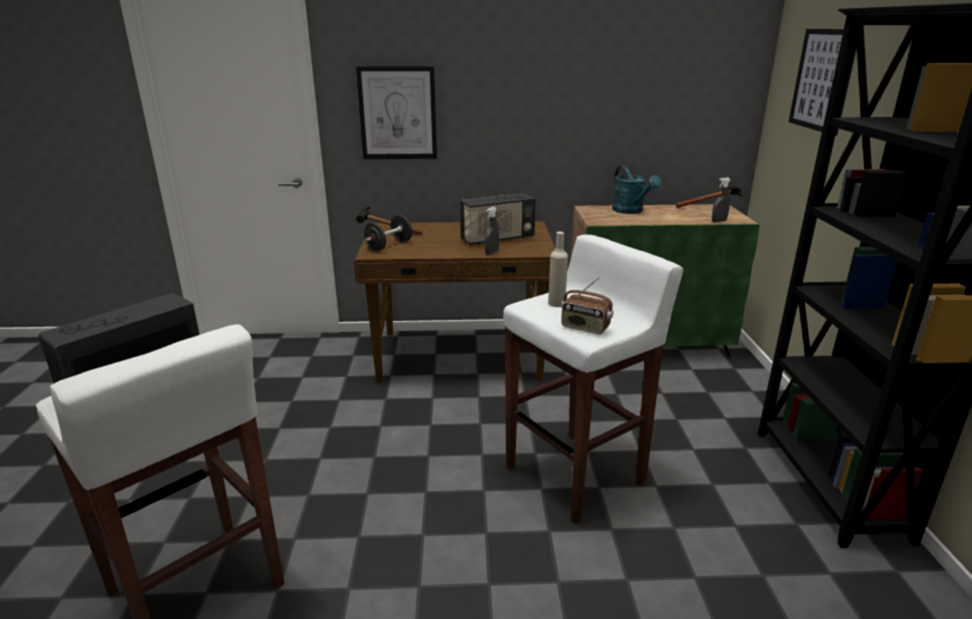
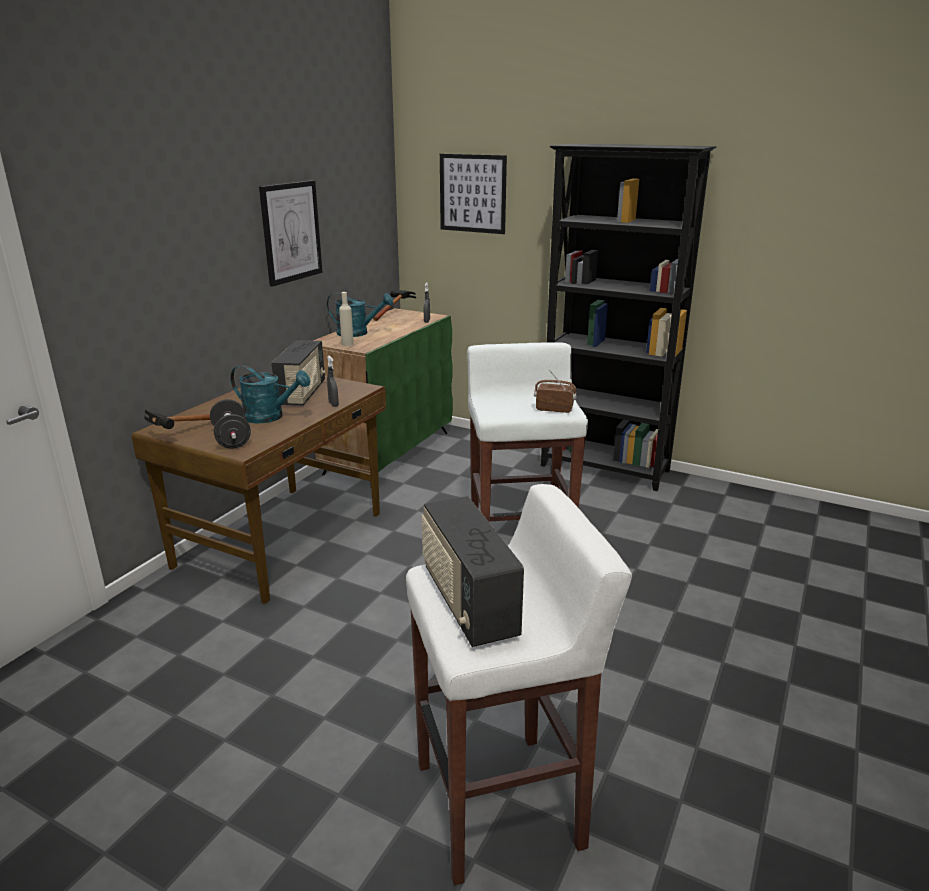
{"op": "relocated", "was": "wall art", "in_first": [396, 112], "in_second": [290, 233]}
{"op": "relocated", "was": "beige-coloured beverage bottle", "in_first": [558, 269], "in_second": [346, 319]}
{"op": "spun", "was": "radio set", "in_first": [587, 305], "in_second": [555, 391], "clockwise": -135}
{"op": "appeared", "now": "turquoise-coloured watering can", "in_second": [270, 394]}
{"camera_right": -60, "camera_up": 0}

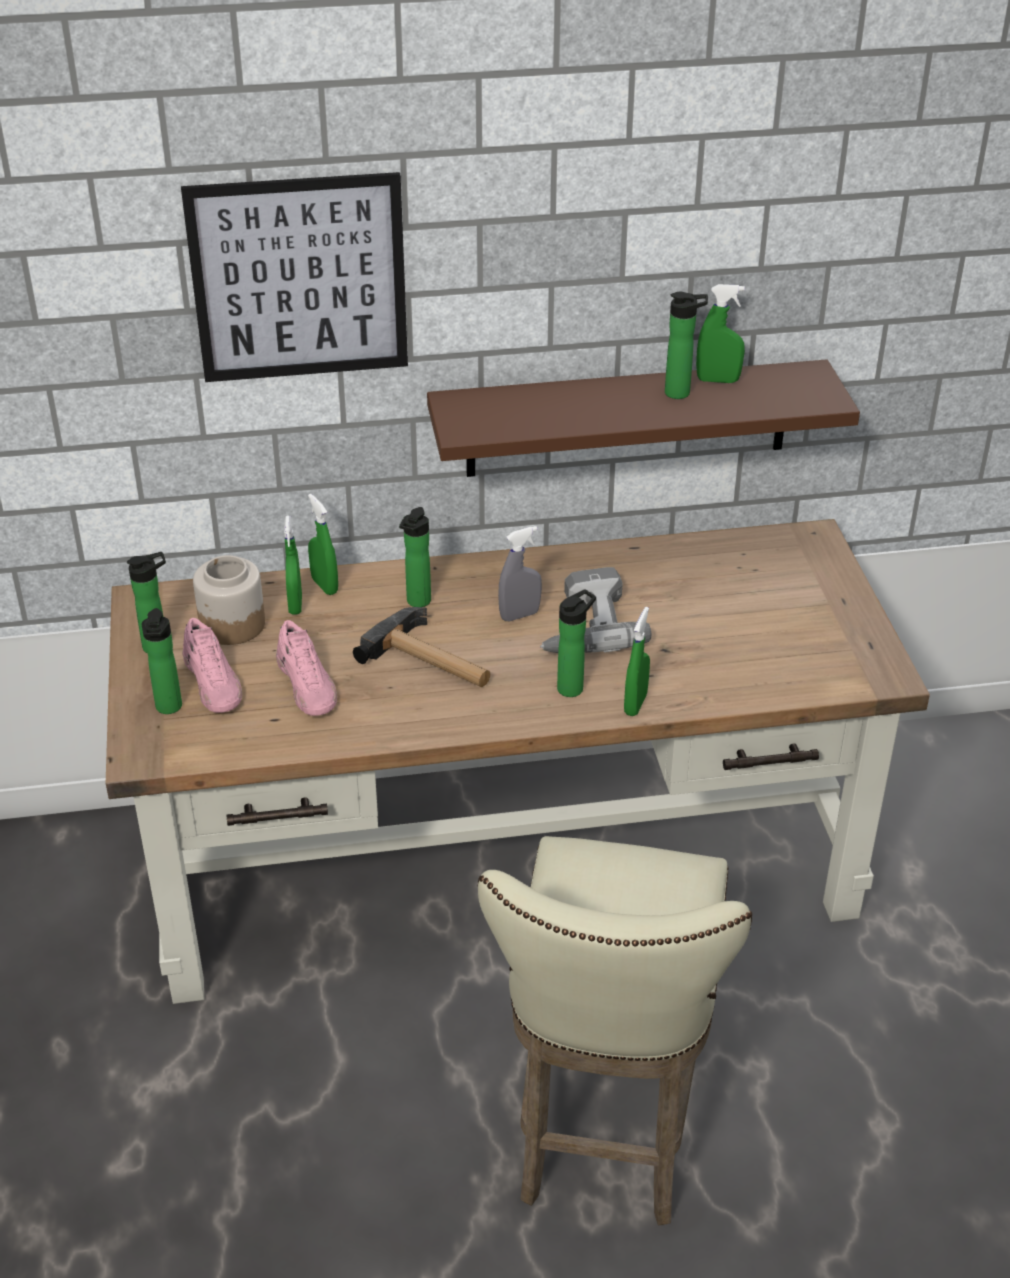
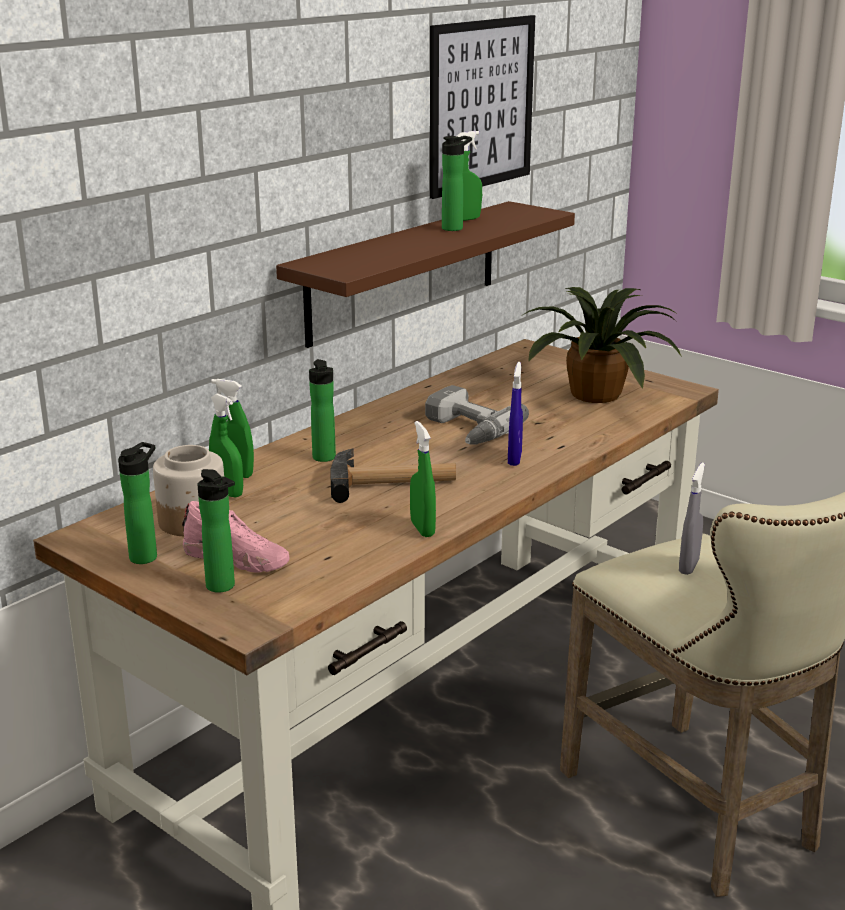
{"op": "relocated", "was": "wall art", "in_first": [294, 277], "in_second": [482, 107]}
{"op": "relocated", "was": "gray spray bottle", "in_first": [520, 573], "in_second": [692, 519]}
{"op": "exchanged", "was": "beverage bottle", "now": "blue spray bottle", "in_first": [576, 643], "in_second": [515, 414]}
{"op": "relocated", "was": "green spray bottle", "in_first": [637, 661], "in_second": [423, 479]}
{"op": "missing", "was": "pink low shoe", "in_first": [306, 668]}
{"op": "appeared", "now": "potted plant", "in_second": [602, 345]}
{"camera_right": -40, "camera_up": -15}

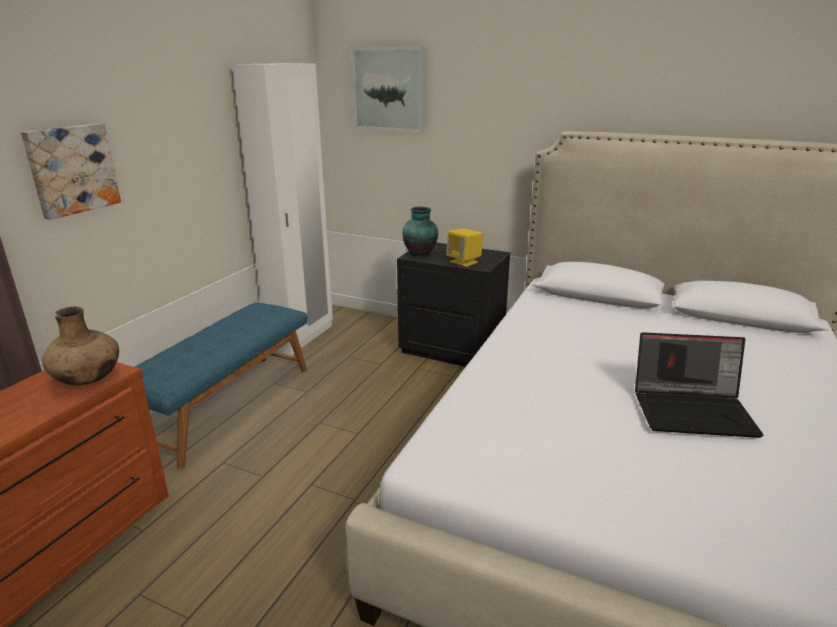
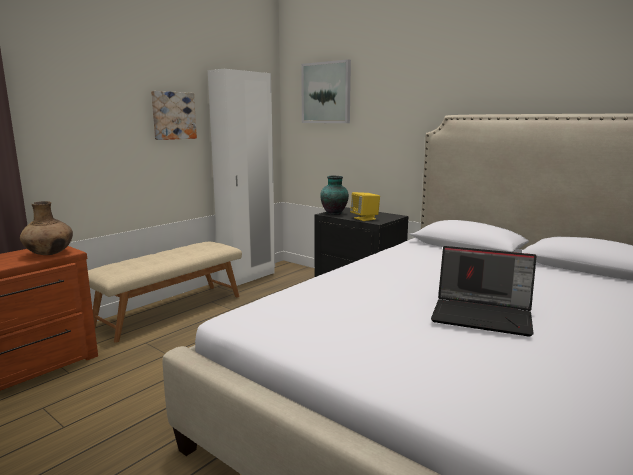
{"op": "relocated", "was": "wall art", "in_first": [71, 171], "in_second": [174, 115]}
{"op": "colour", "was": "blue long seat", "now": "beige-coloured long seat", "in_first": [221, 385], "in_second": [165, 292]}
{"camera_right": 15, "camera_up": -10}

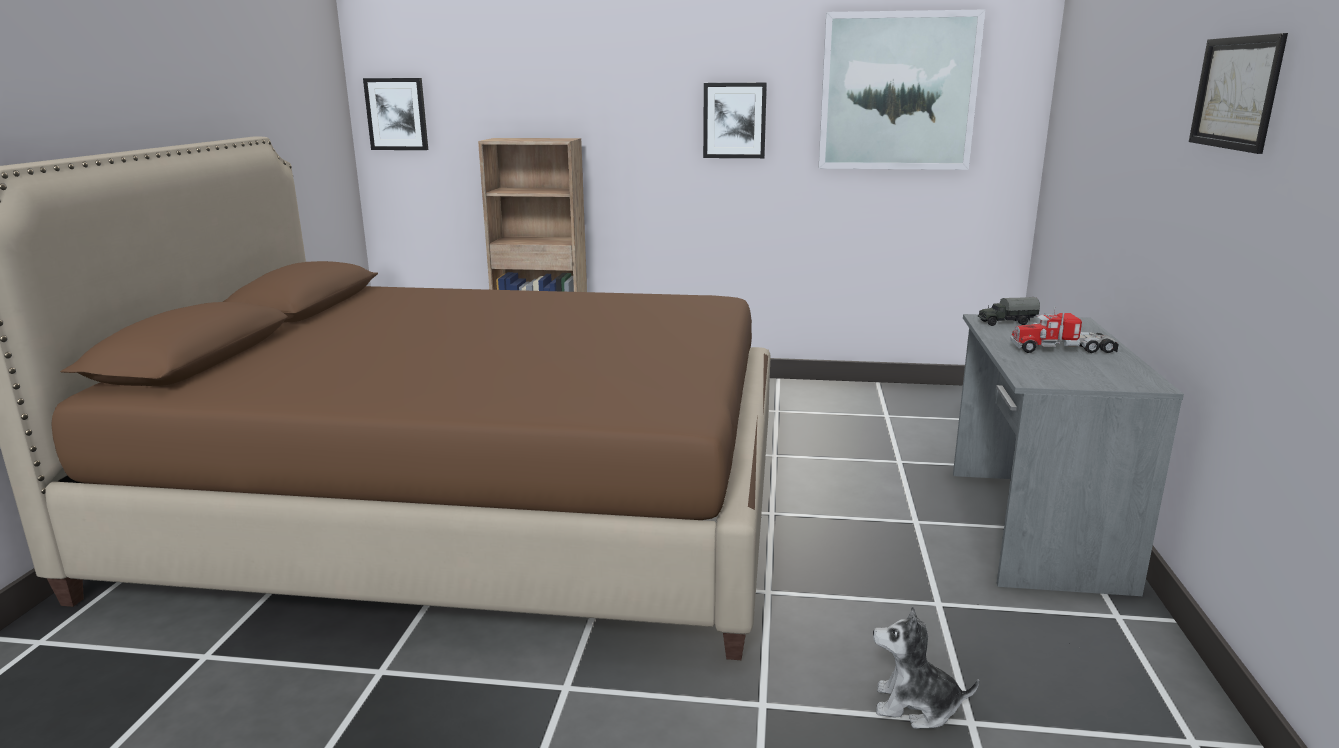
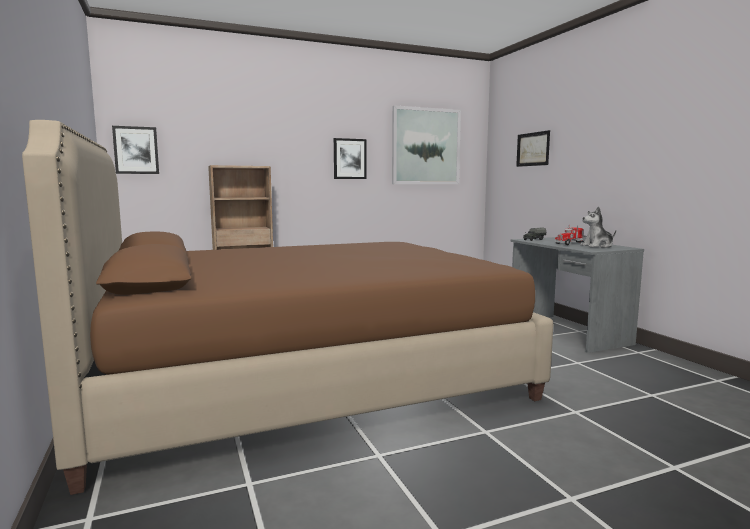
{"op": "relocated", "was": "wall art", "in_first": [1238, 93], "in_second": [533, 148]}
{"op": "relocated", "was": "soft toy", "in_first": [926, 667], "in_second": [598, 227]}
{"camera_right": -30, "camera_up": -10}

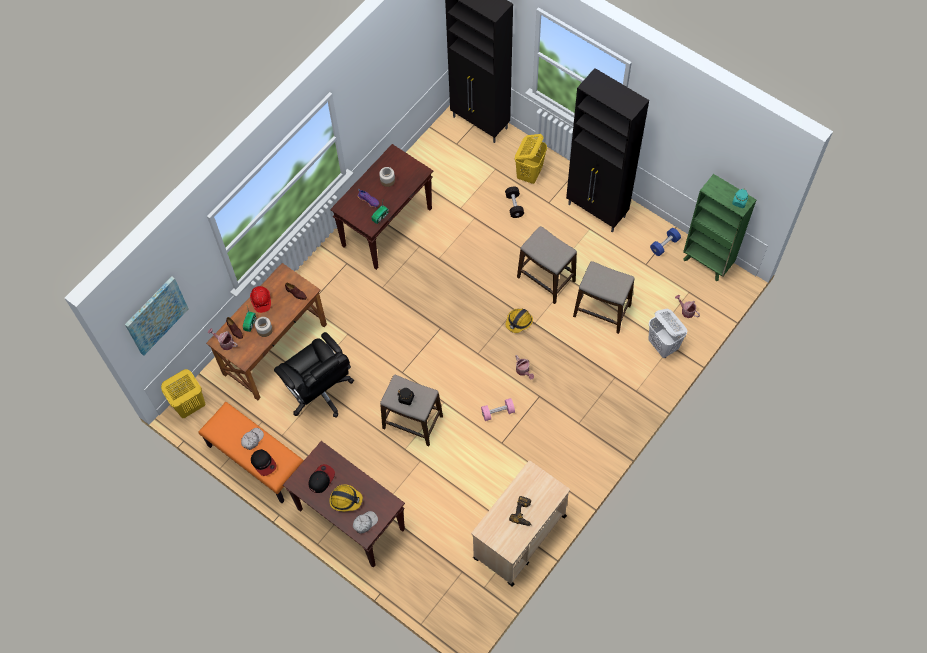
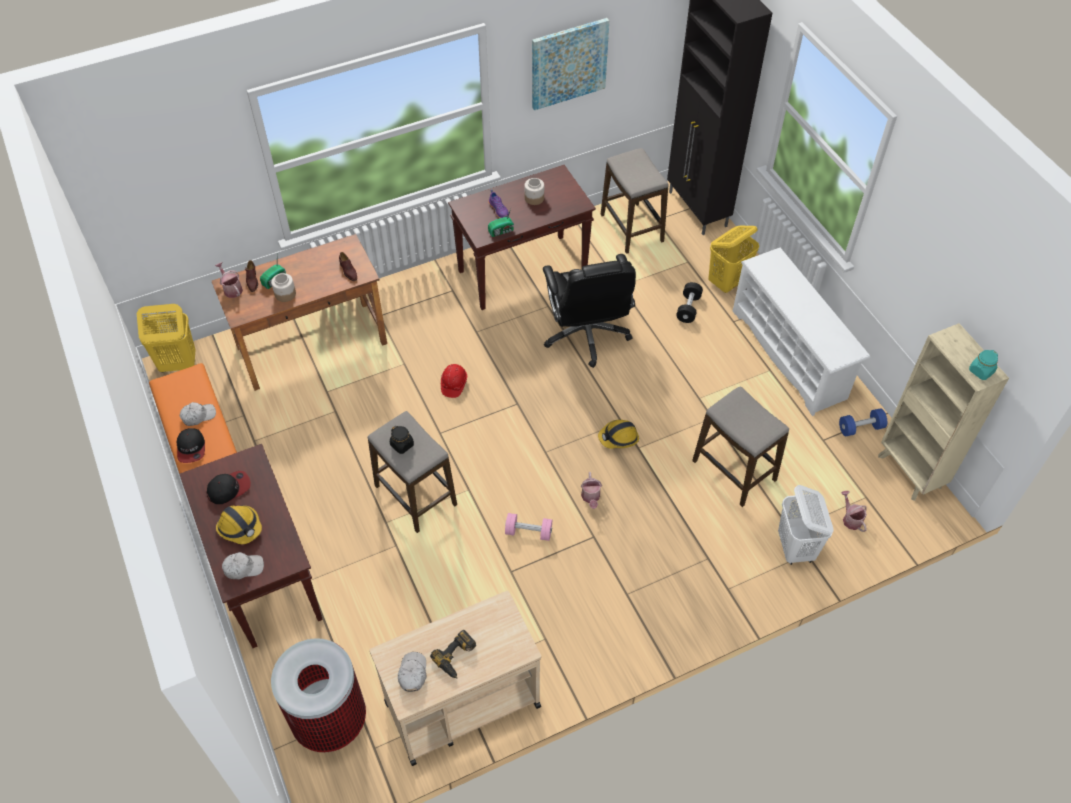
{"op": "exchanged", "was": "black-coloured cupboard", "now": "whitish shoe rack", "in_first": [607, 150], "in_second": [801, 332]}
{"op": "colour", "was": "green shelving unit", "now": "beige-coloured shelving unit", "in_first": [719, 227], "in_second": [943, 412]}
{"op": "relocated", "was": "stool seat", "in_first": [547, 265], "in_second": [634, 201]}
{"op": "relocated", "was": "wall art", "in_first": [156, 316], "in_second": [570, 64]}
{"op": "relocated", "was": "red hard hat", "in_first": [260, 299], "in_second": [454, 381]}
{"op": "relocated", "was": "black-coloured desk chair", "in_first": [314, 375], "in_second": [589, 311]}
{"op": "appeared", "now": "rubbish bin", "in_second": [318, 695]}
{"op": "appeared", "now": "whitish baseball cap", "in_second": [412, 672]}
{"camera_right": 25, "camera_up": -10}

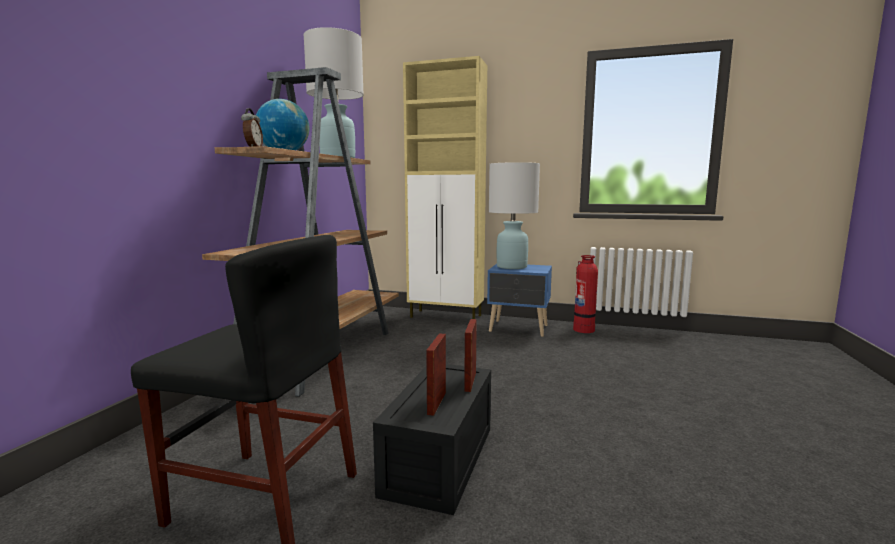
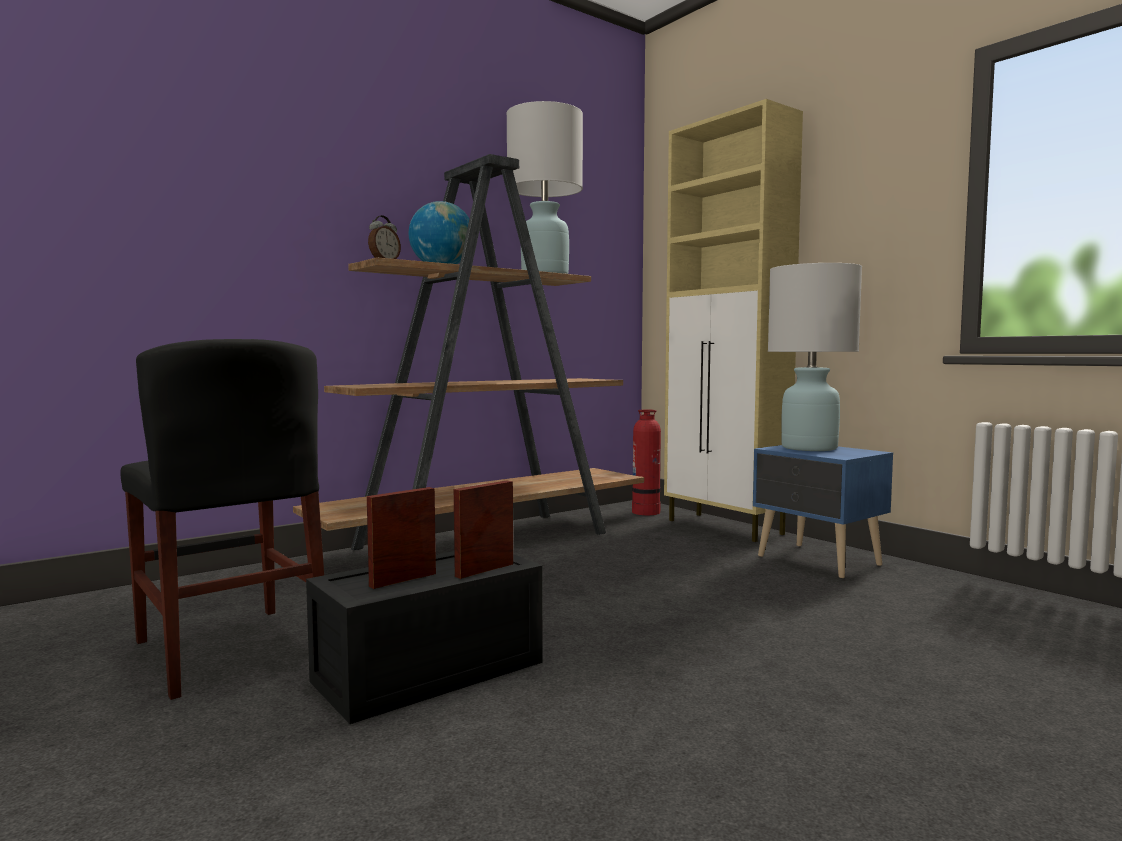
{"op": "relocated", "was": "fire extinguisher", "in_first": [585, 294], "in_second": [646, 462]}
{"camera_right": 35, "camera_up": -5}

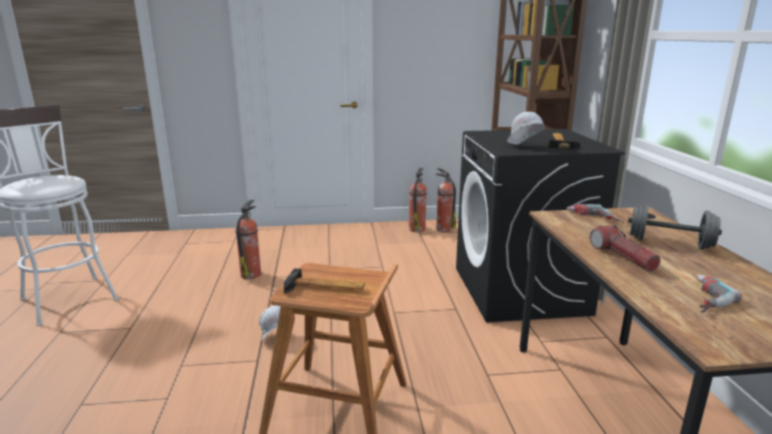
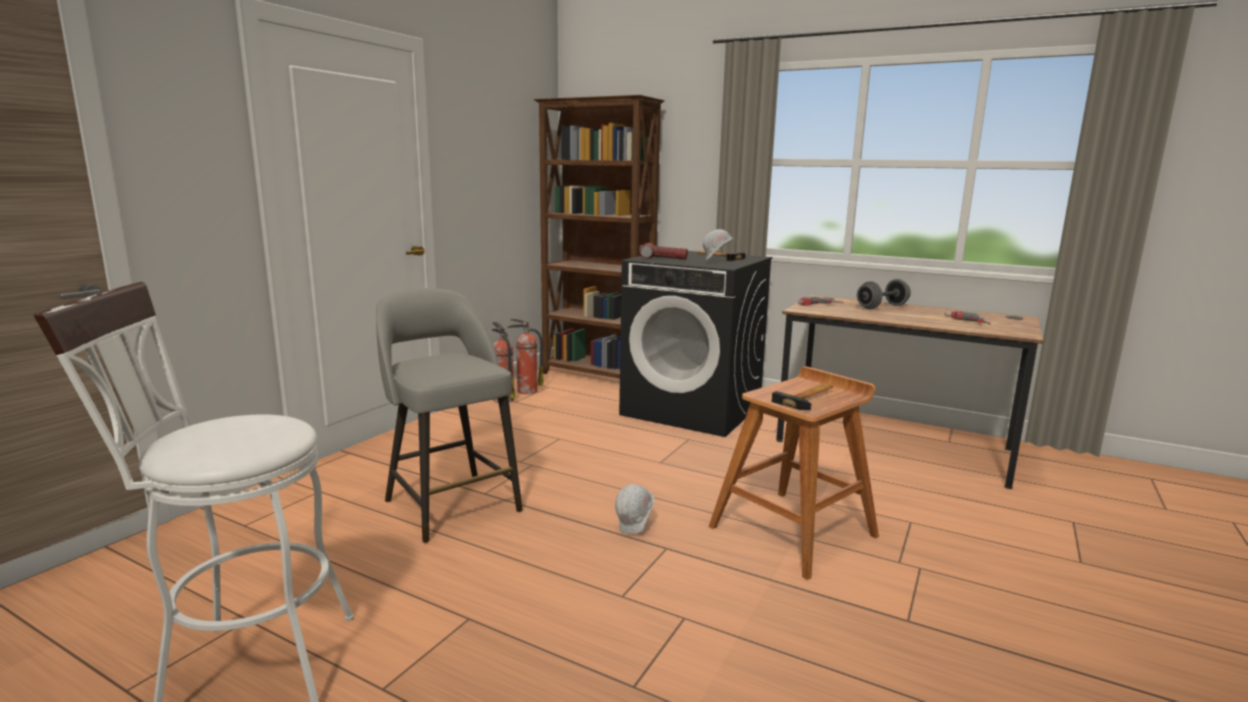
{"op": "exchanged", "was": "fire extinguisher", "now": "gray stool seat", "in_first": [248, 239], "in_second": [449, 415]}
{"op": "relocated", "was": "hand torch", "in_first": [625, 248], "in_second": [663, 251]}
{"camera_right": -55, "camera_up": -5}

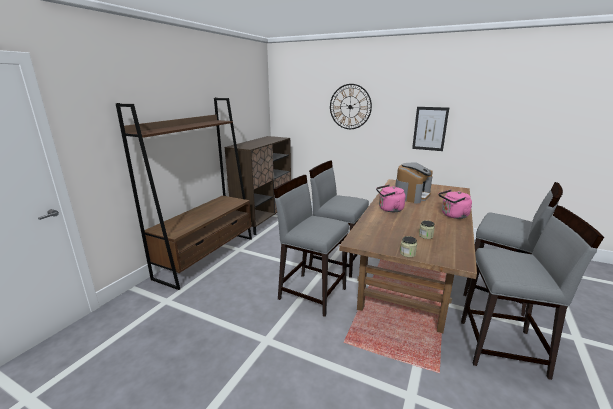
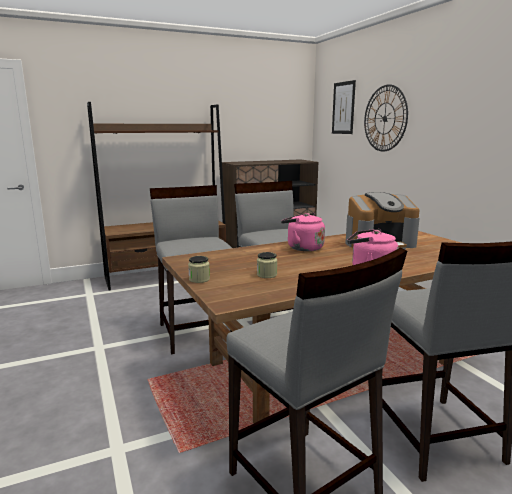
{"op": "relocated", "was": "wall art", "in_first": [430, 129], "in_second": [344, 107]}
{"camera_right": 40, "camera_up": -5}

